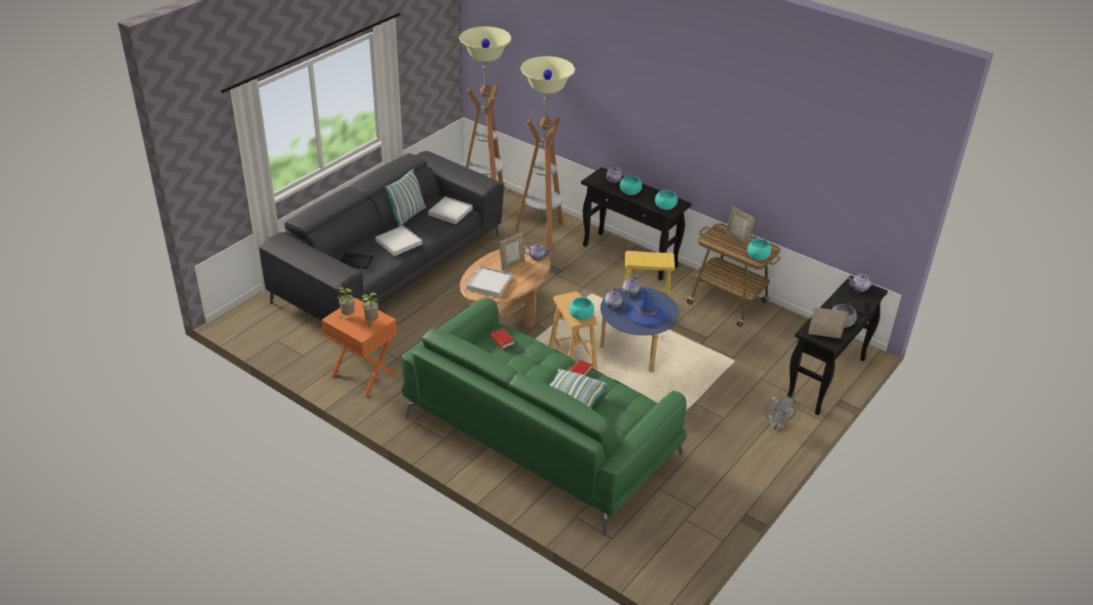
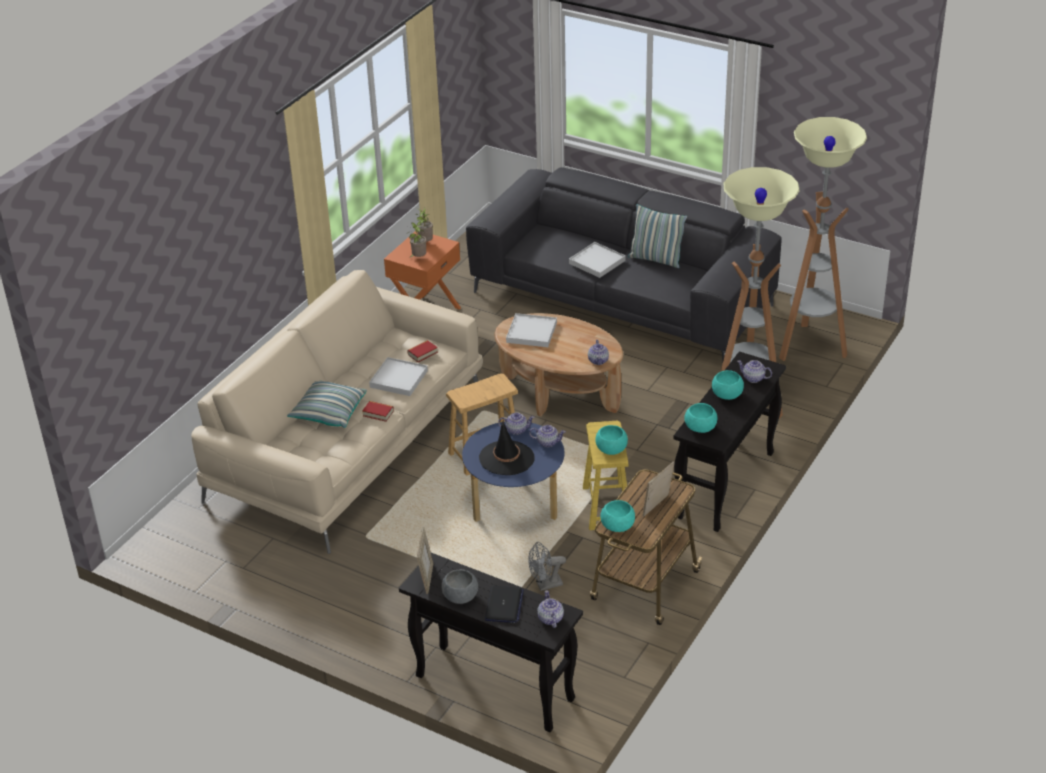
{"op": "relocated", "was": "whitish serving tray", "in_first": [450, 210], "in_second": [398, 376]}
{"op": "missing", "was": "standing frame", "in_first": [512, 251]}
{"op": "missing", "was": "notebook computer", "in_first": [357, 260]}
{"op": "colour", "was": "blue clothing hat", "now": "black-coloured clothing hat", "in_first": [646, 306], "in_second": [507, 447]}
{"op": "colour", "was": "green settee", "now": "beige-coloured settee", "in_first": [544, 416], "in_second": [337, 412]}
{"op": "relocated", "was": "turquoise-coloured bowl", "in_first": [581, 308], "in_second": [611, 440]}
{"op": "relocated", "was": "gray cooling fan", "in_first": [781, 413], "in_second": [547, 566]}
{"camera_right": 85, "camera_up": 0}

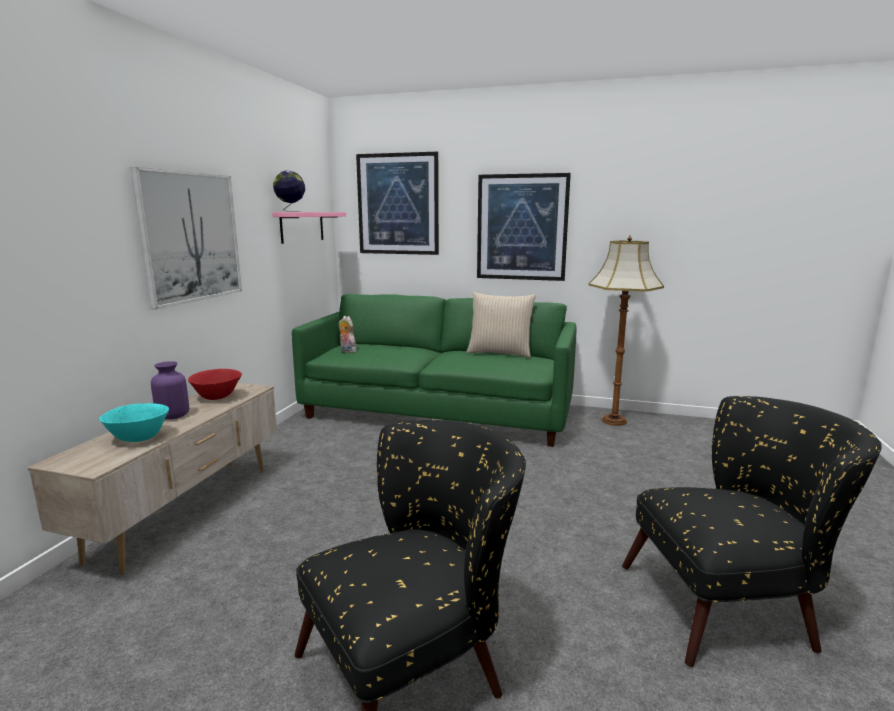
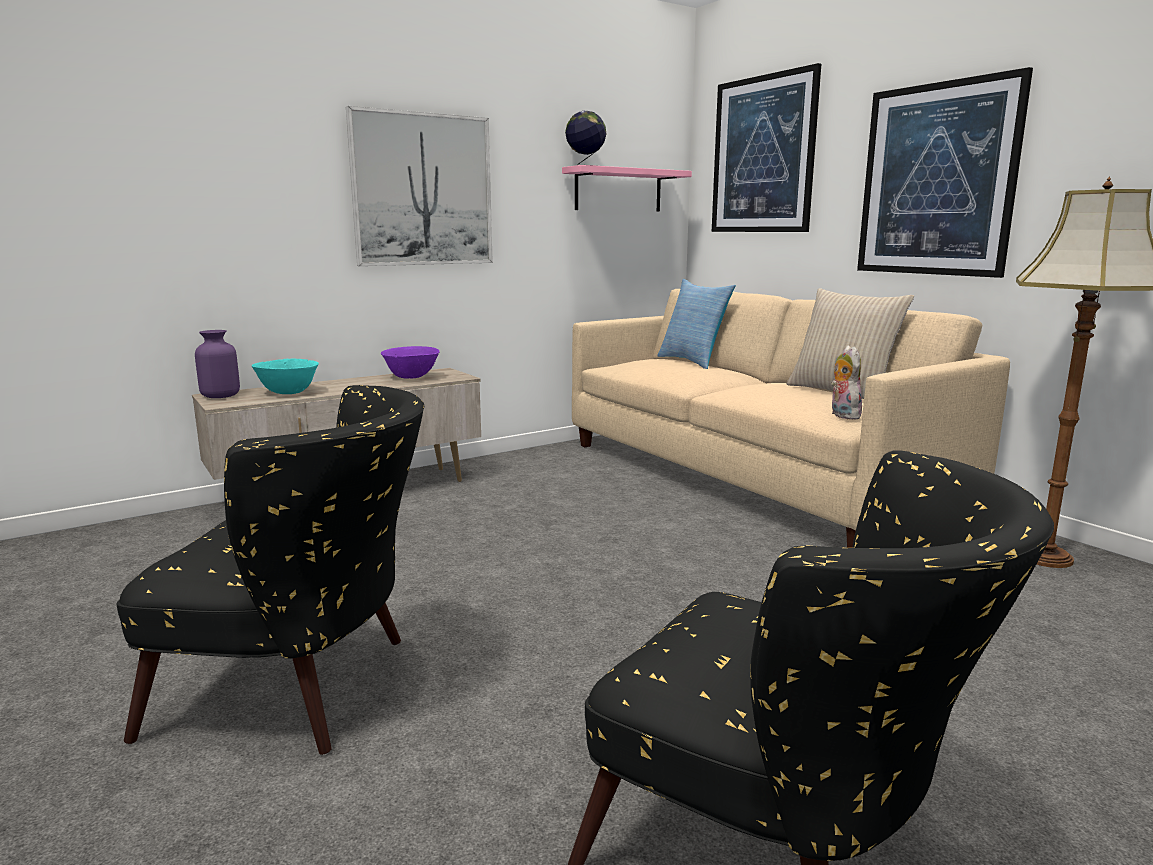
{"op": "colour", "was": "green settee", "now": "beige-coloured settee", "in_first": [434, 370], "in_second": [791, 418]}
{"op": "relocated", "was": "soft toy", "in_first": [347, 334], "in_second": [846, 382]}
{"op": "relocated", "was": "purple decorative vase", "in_first": [170, 390], "in_second": [217, 364]}
{"op": "colour", "was": "red bowl", "now": "purple bowl", "in_first": [215, 384], "in_second": [410, 362]}
{"op": "appeared", "now": "pillow", "in_second": [697, 324]}
{"camera_right": 40, "camera_up": 0}

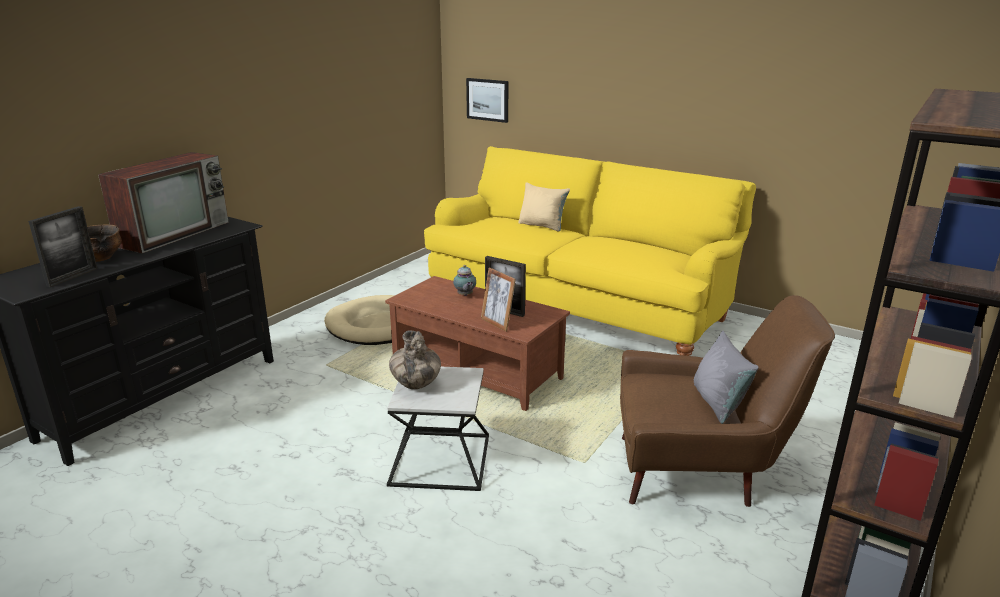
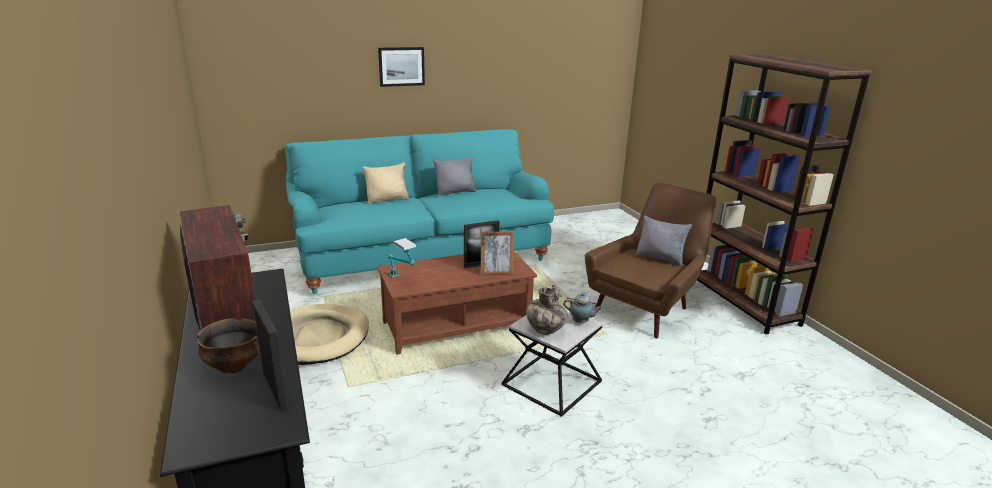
{"op": "relocated", "was": "wall art", "in_first": [487, 100], "in_second": [401, 67]}
{"op": "colour", "was": "yellowish settee", "now": "turquoise-coloured settee", "in_first": [590, 251], "in_second": [419, 211]}
{"op": "relocated", "was": "teapot", "in_first": [464, 280], "in_second": [582, 308]}
{"op": "appeared", "now": "gray pillow", "in_second": [454, 175]}
{"op": "appeared", "now": "tabletop lamp", "in_second": [401, 258]}
{"camera_right": -55, "camera_up": 0}

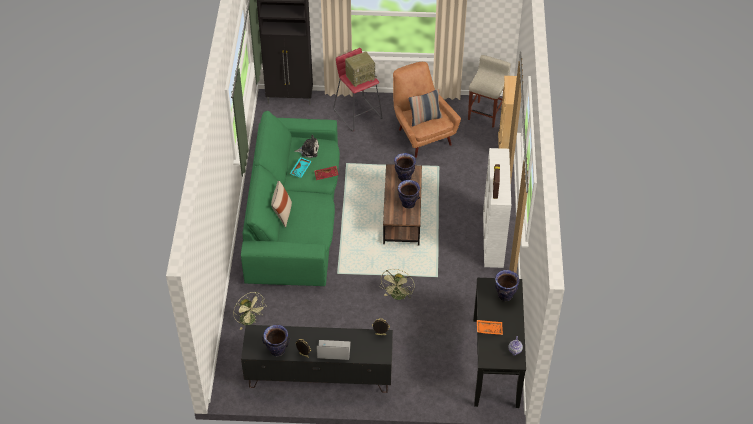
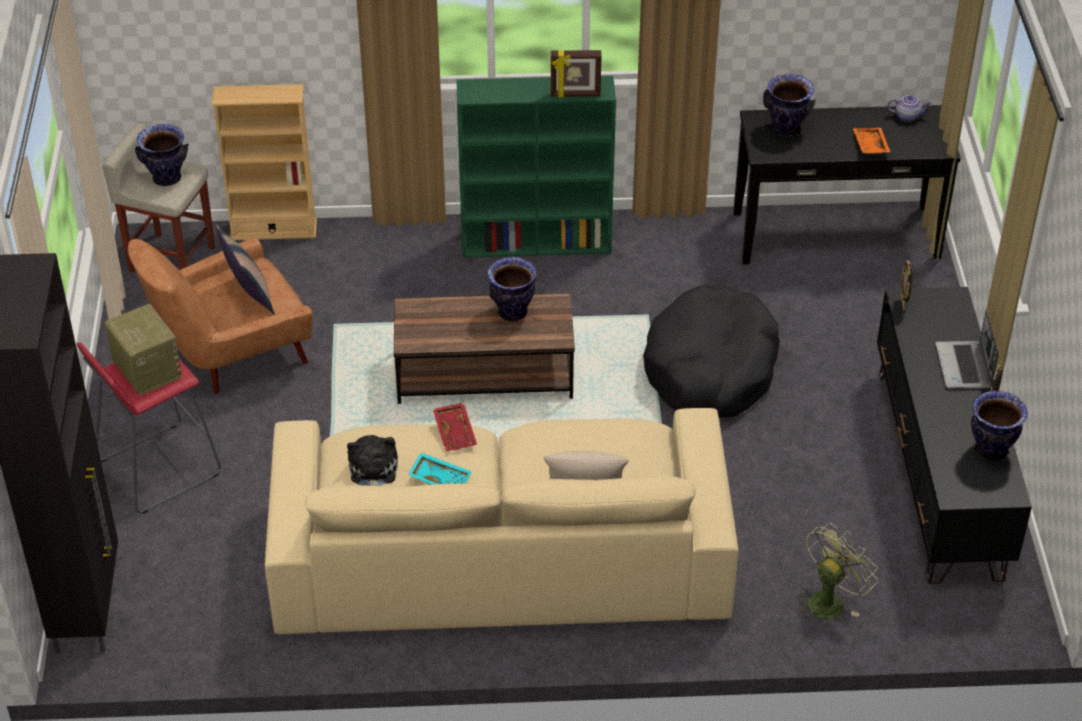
{"op": "colour", "was": "green settee", "now": "beige-coloured settee", "in_first": [290, 198], "in_second": [501, 521]}
{"op": "colour", "was": "whitish shelving unit", "now": "green shelving unit", "in_first": [497, 208], "in_second": [536, 167]}
{"op": "relocated", "was": "decorative vase", "in_first": [405, 167], "in_second": [161, 155]}
{"op": "exchanged", "was": "green cooling fan", "now": "black-coloured dog bed", "in_first": [398, 284], "in_second": [711, 351]}
{"camera_right": -95, "camera_up": -5}

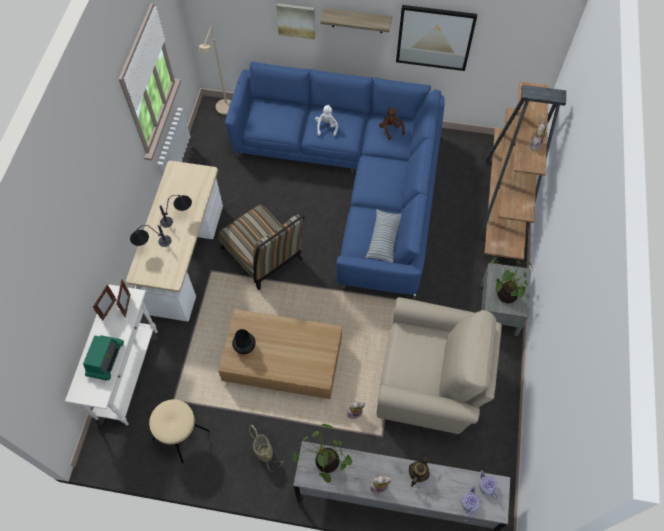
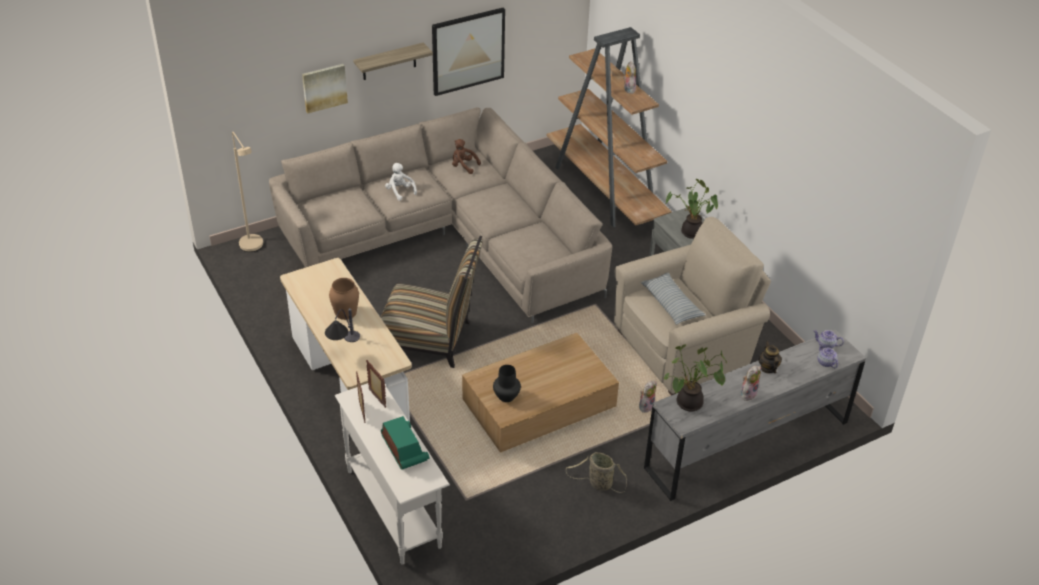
{"op": "colour", "was": "blue settee", "now": "beige-coloured settee", "in_first": [335, 180], "in_second": [440, 215]}
{"op": "exchanged", "was": "tabletop lamp", "now": "brown decorative vase", "in_first": [175, 211], "in_second": [344, 299]}
{"op": "relocated", "was": "pillow", "in_first": [383, 236], "in_second": [673, 299]}
{"op": "missing", "was": "beige-coloured stool seat", "in_first": [179, 431]}
{"camera_right": -40, "camera_up": -20}

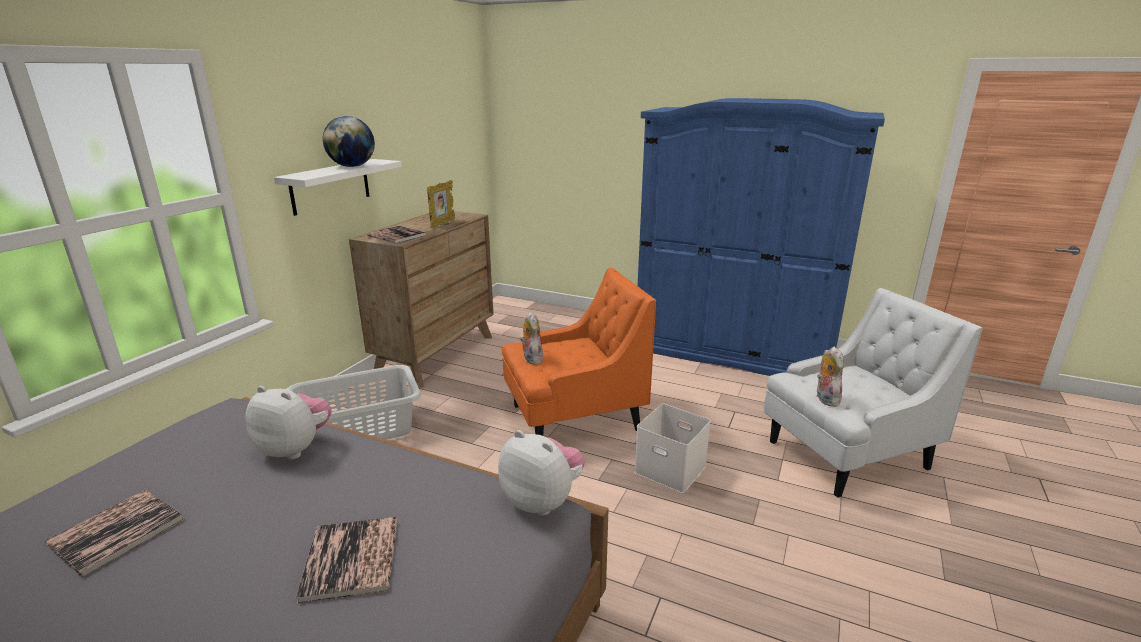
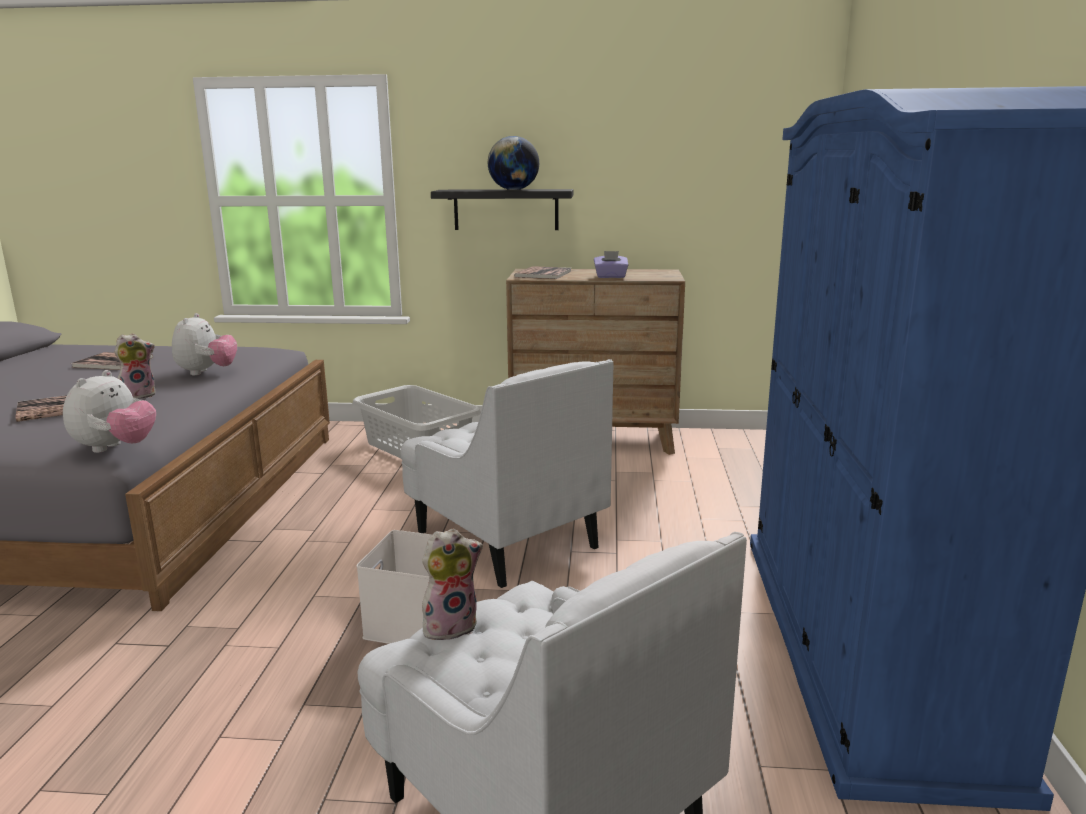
{"op": "colour", "was": "whitish shelf", "now": "black-coloured shelf", "in_first": [338, 187], "in_second": [502, 209]}
{"op": "exchanged", "was": "standing frame", "now": "purple box of tissues", "in_first": [441, 204], "in_second": [611, 264]}
{"op": "colour", "was": "orange armchair", "now": "whitish armchair", "in_first": [579, 351], "in_second": [506, 473]}
{"op": "relocated", "was": "soft toy", "in_first": [531, 338], "in_second": [135, 366]}
{"camera_right": 70, "camera_up": -5}

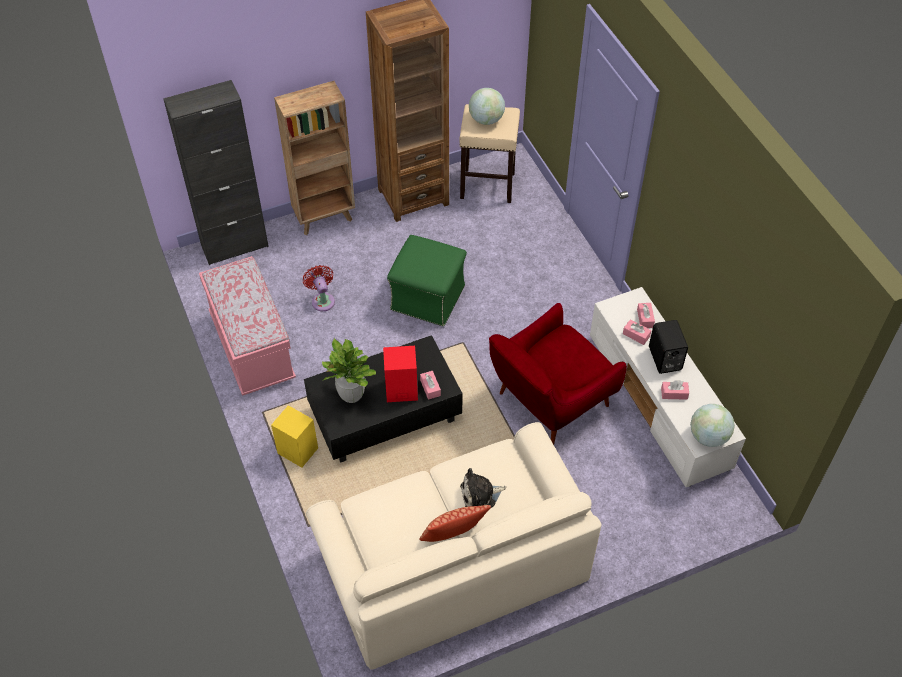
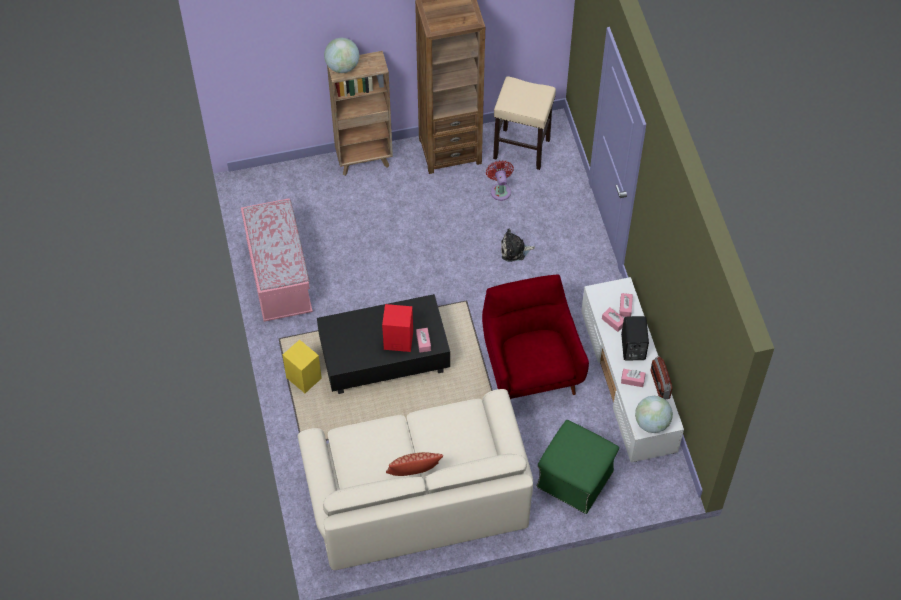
{"op": "missing", "was": "black-coloured cupboard", "in_first": [216, 172]}
{"op": "relocated", "was": "world globe", "in_first": [487, 106], "in_second": [342, 55]}
{"op": "relocated", "was": "green pouffe", "in_first": [427, 280], "in_second": [577, 467]}
{"op": "relocated", "was": "red cooling fan", "in_first": [319, 288], "in_second": [500, 180]}
{"op": "spun", "was": "red armchair", "in_first": [558, 374], "in_second": [535, 337], "clockwise": 105}
{"op": "missing", "was": "potted plant", "in_first": [349, 370]}
{"op": "relocated", "was": "soft toy", "in_first": [483, 488], "in_second": [518, 245]}
{"op": "appeared", "now": "radio set", "in_second": [661, 378]}
{"camera_right": 10, "camera_up": 5}

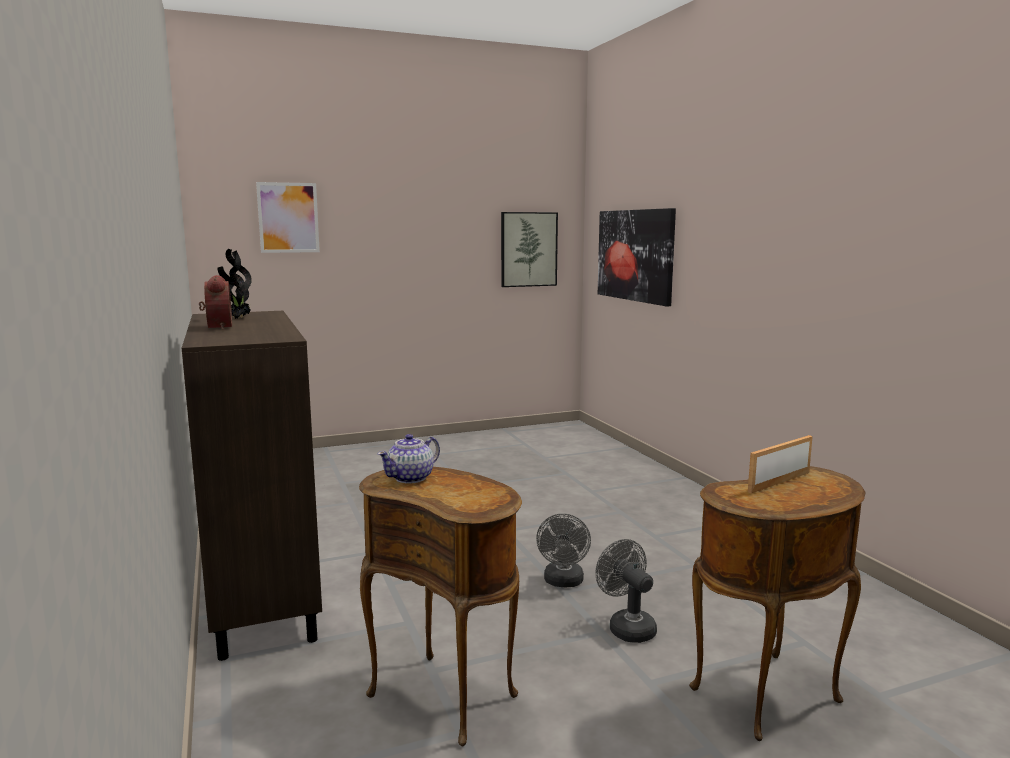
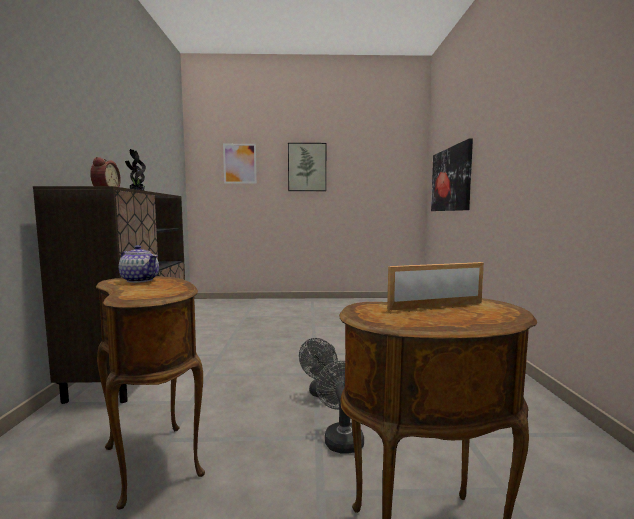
{"op": "relocated", "was": "wall art", "in_first": [529, 249], "in_second": [307, 167]}
{"op": "spun", "was": "teapot", "in_first": [408, 459], "in_second": [139, 264], "clockwise": -120}
{"camera_right": 20, "camera_up": -5}

